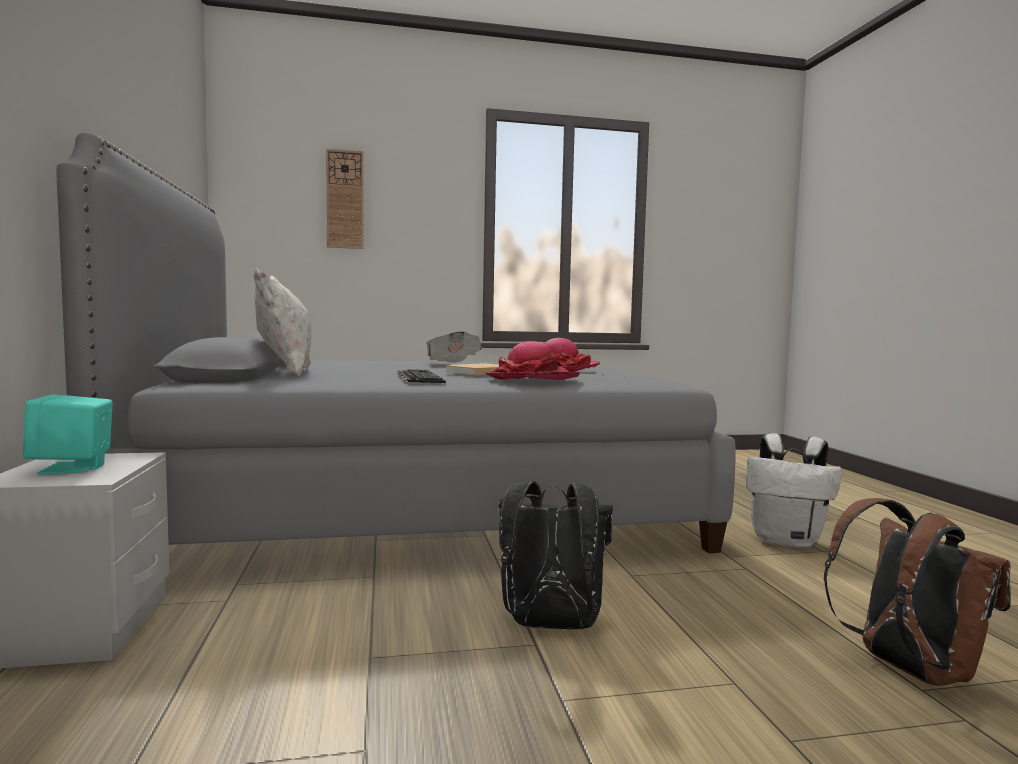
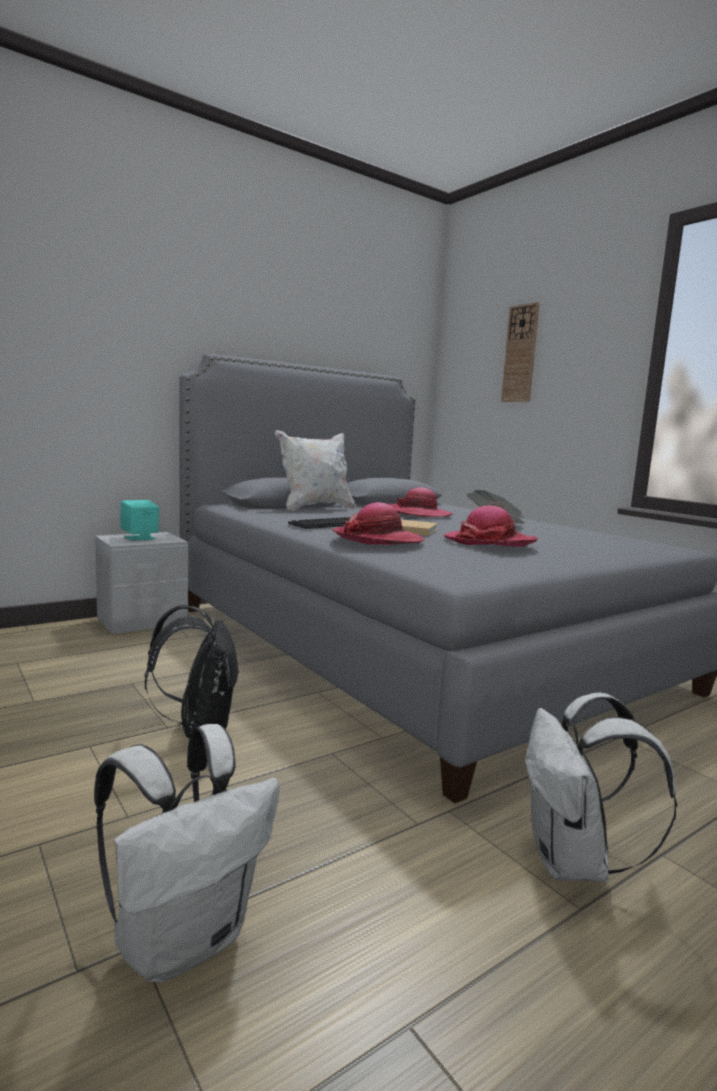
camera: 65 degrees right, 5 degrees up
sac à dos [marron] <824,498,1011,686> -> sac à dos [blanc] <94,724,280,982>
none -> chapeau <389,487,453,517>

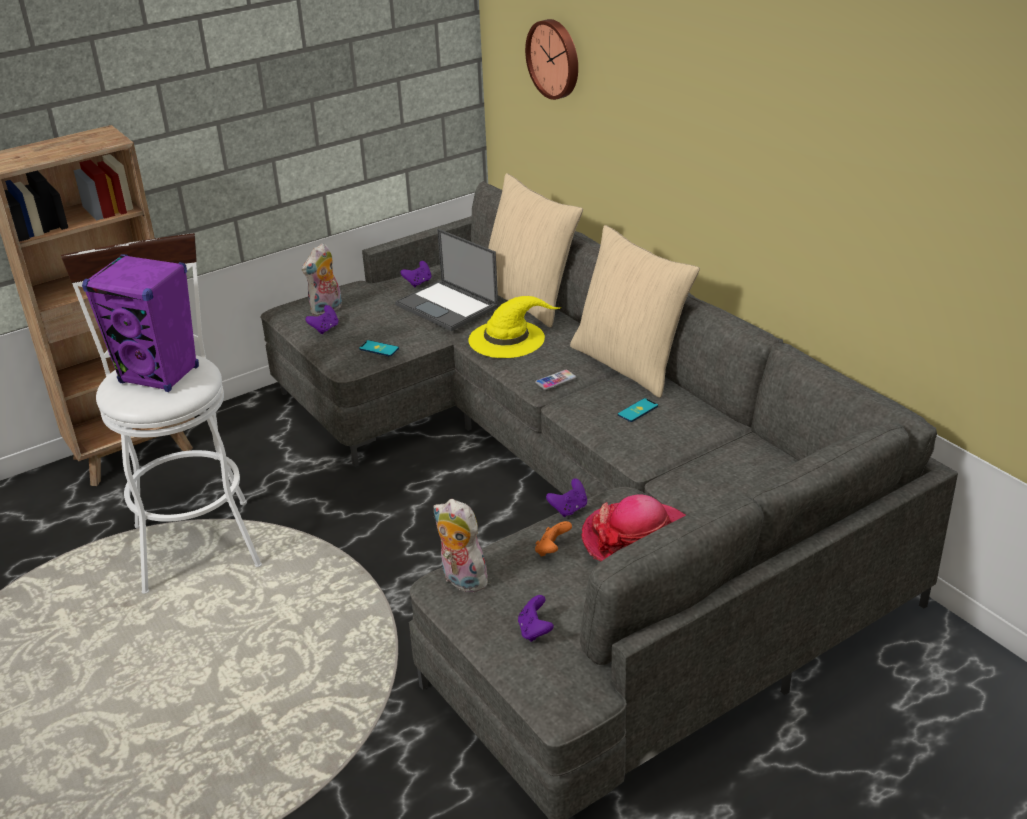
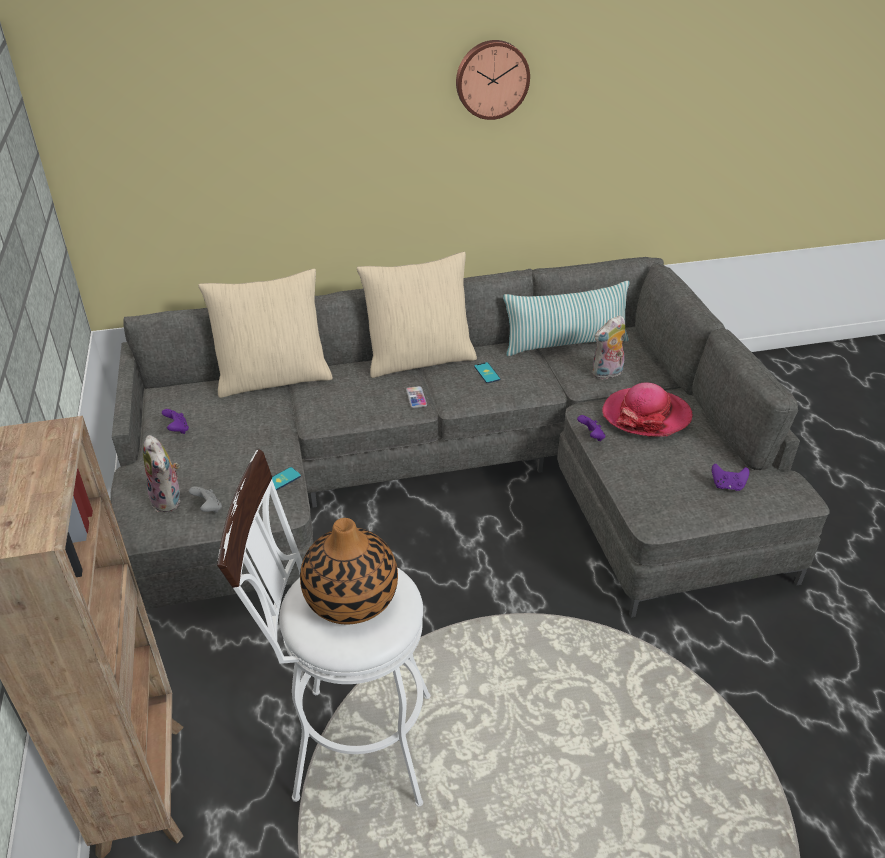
camera: 70 degrees left, 5 degrees up
enceinte [violet] <82,254,199,392> -> vase <300,518,398,624>
manette [violet] <305,305,338,334> -> manette [gris] <189,486,222,513>
ordinateur portable <395,229,498,331> -> none
peluche <433,499,490,592> -> peluche <592,315,626,379>, move
chapeau [jaune] <468,296,562,358> -> none
horloge murale <525,19,578,100> -> horloge murale <456,40,530,120>, move
manette [orange] <535,521,572,557> -> none
none -> coussin <503,281,629,356>

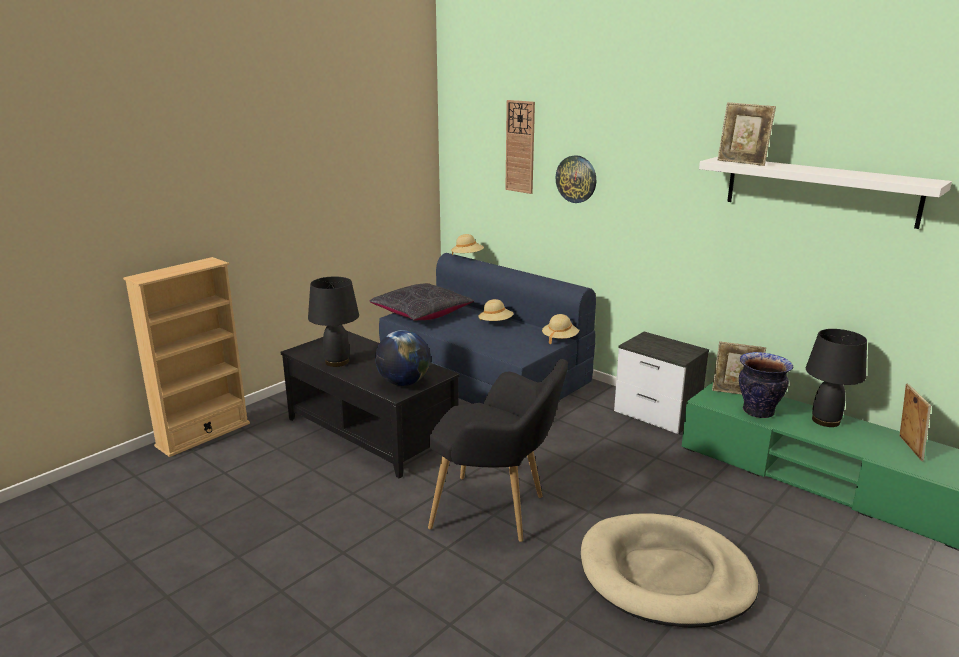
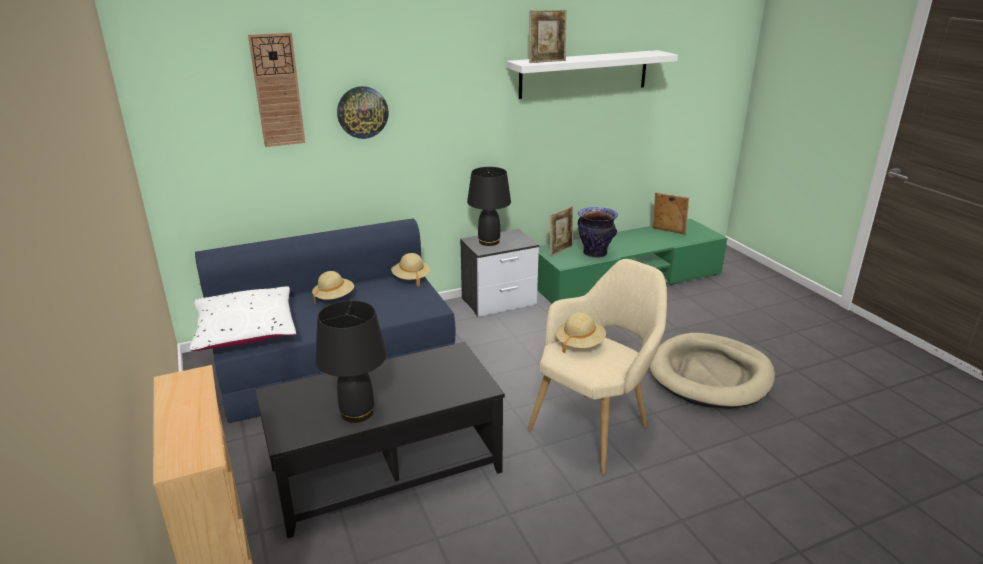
camera: 65 degrees left, 5 degrees up
coussin [noir] <370,283,474,321> -> coussin [blanc] <190,286,296,351>
globe <375,330,431,386> -> none
fauteuil [noir] <428,359,568,542> -> fauteuil [beige] <527,259,667,474>
chapeau [beige] <451,234,484,255> -> chapeau [beige] <556,312,606,354>, move
lampe de table [noir] <806,329,867,427> -> lampe de table [noir] <467,167,511,246>, move

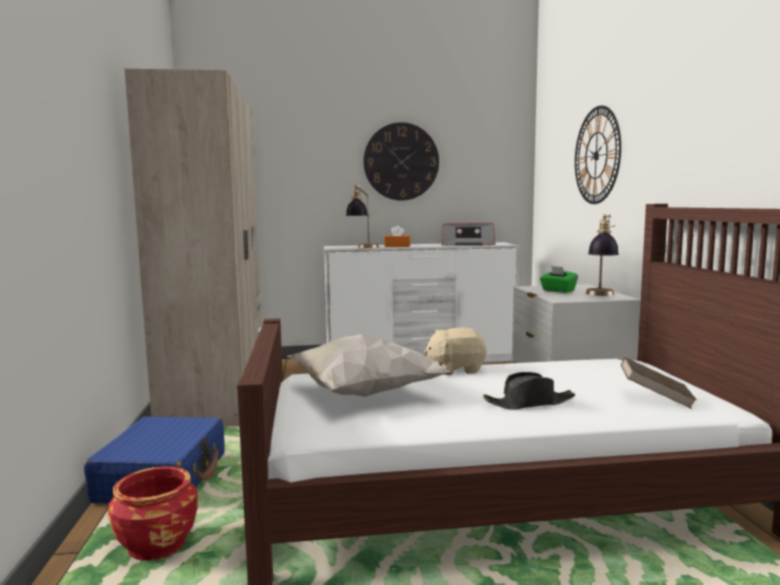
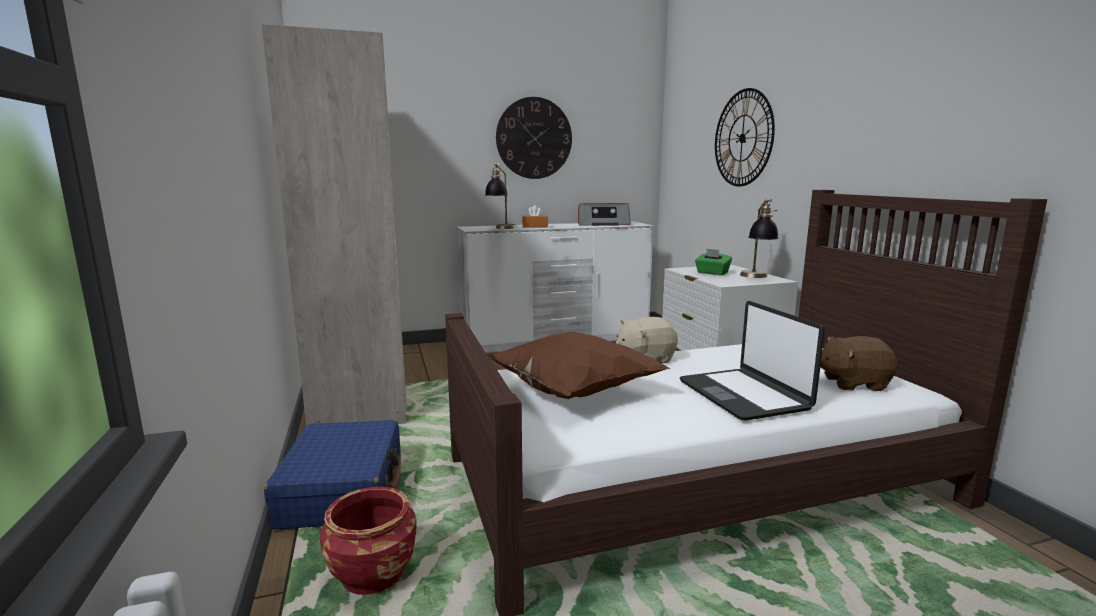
camera: 10 degrees left, 5 degrees up
coussin [blanc] <288,334,450,397> -> coussin [marron] <488,331,671,399>
chapeau [noir] <483,372,575,409> -> ordinateur portable <680,301,825,421>
livre [marron] <621,357,697,409> -> peluche [marron] <820,336,897,391>

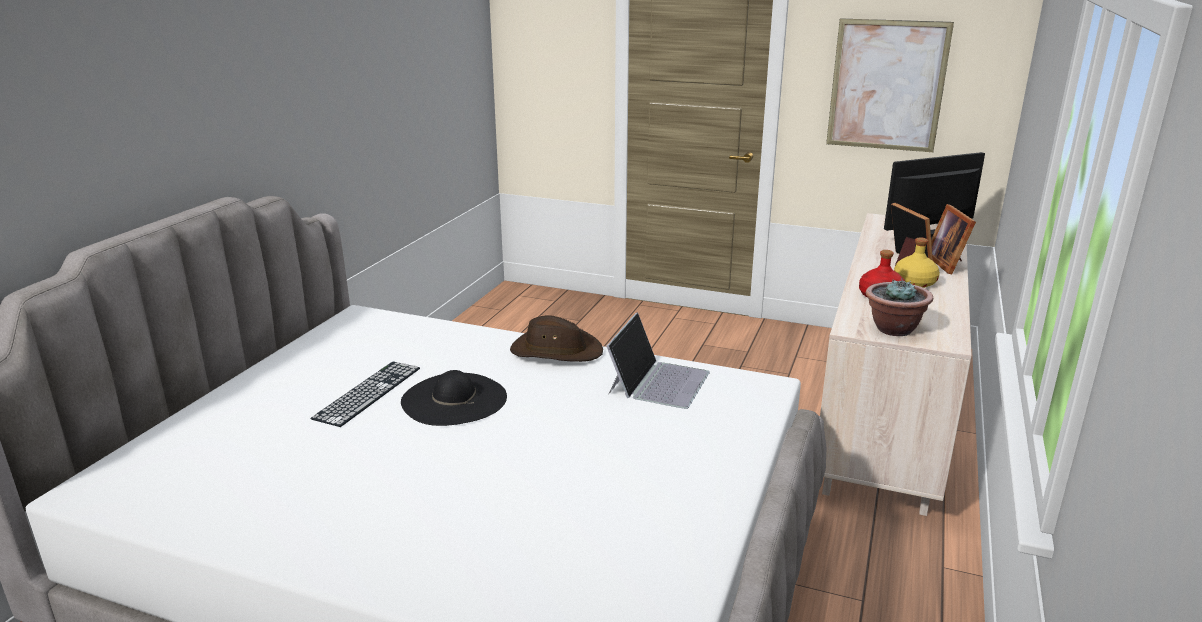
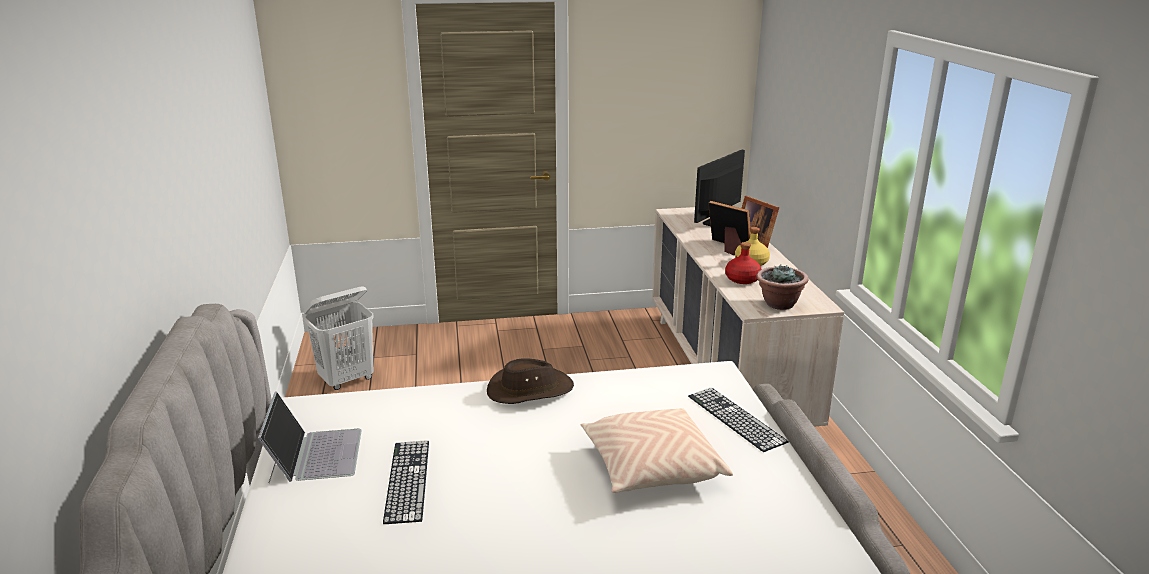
camera: 30 degrees left, 0 degrees up
chapeau [noir] <401,370,507,426> -> none
ordinateur portable <606,312,710,409> -> ordinateur portable <258,391,362,483>, move
tableau <826,18,954,152> -> none
none -> panier à linge [blanc] <303,286,374,390>
none -> coussin [beige] <580,408,733,493>
none -> clavier <688,388,789,452>

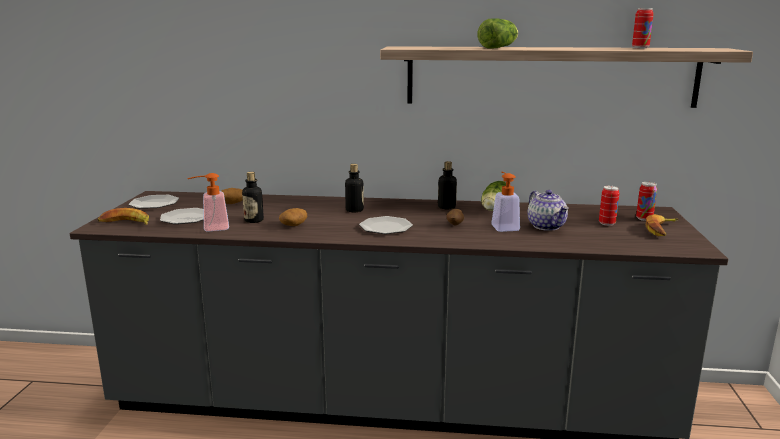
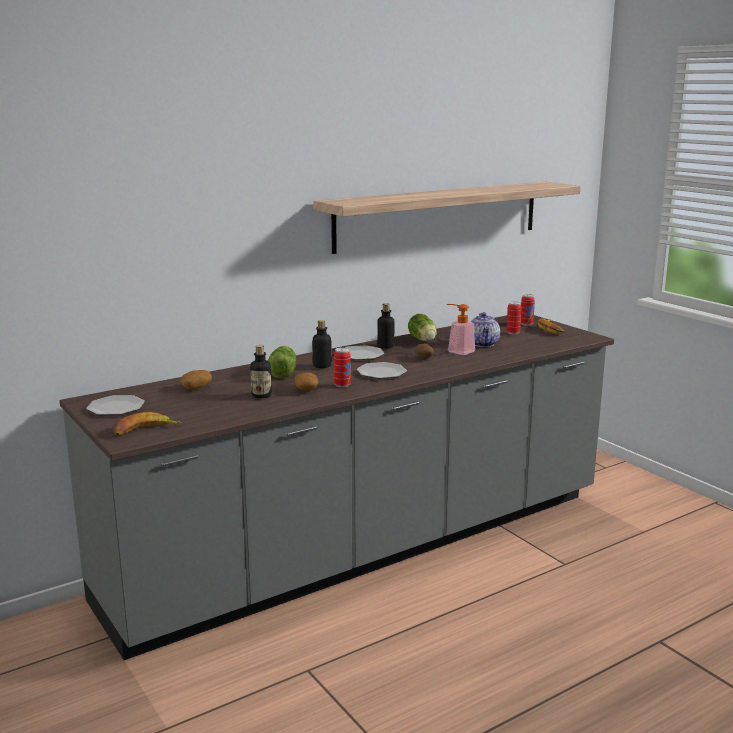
camera: 40 degrees left, 0 degrees up
assiette <160,208,204,224> -> assiette <345,345,384,360>, move
distributeur de savon <187,173,229,232> -> none
laitue <477,18,518,48> -> laitue <268,346,296,379>, move
théière <528,190,569,231> -> théière <470,312,500,347>, 60 degrees clockwise
boîte métallique <632,8,654,49> -> boîte métallique <334,347,351,388>, move

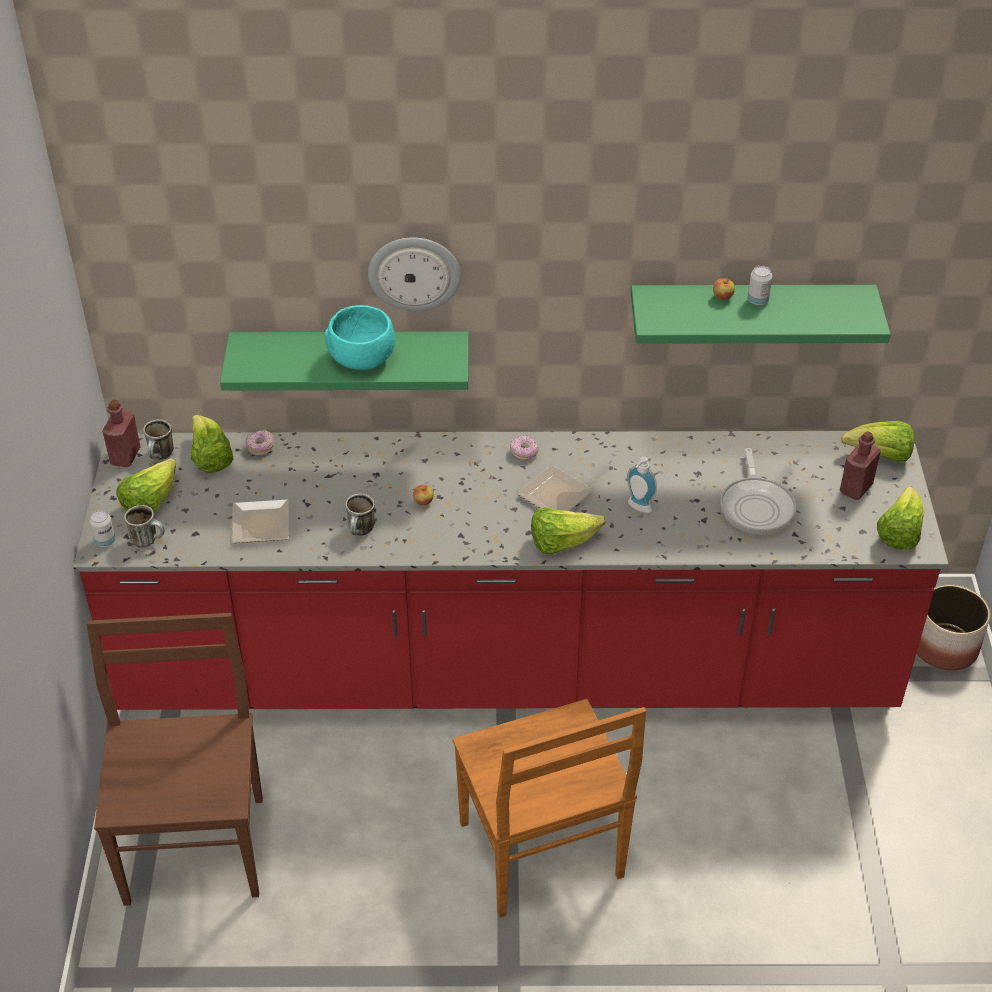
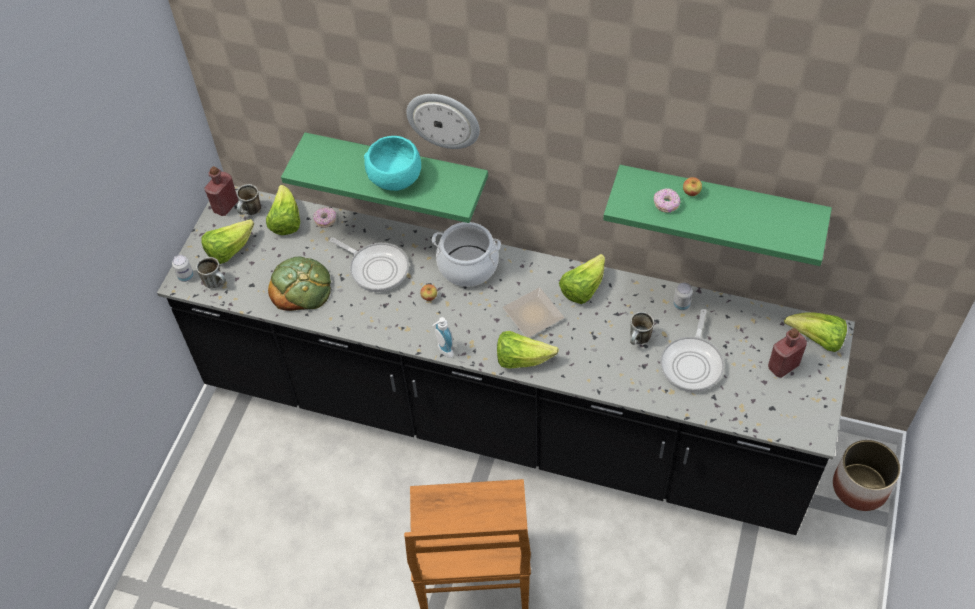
camera: 20 degrees right, 10 degrees up
comptoir de cuisine [rouge] <73,431,949,710> -> comptoir de cuisine [noir] <157,186,855,535>
chaise [marron] <86,613,263,906> -> none
assiette <232,499,289,543> -> pain <268,256,331,311>
mug <345,494,375,535> -> mug <630,312,654,345>, move
beignet <510,435,539,460> -> beignet <654,188,680,213>, move
distributeur de savon <627,457,657,513> -> distributeur de savon <432,317,454,358>, move
boîte métallique <747,266,772,306> -> boîte métallique <673,283,693,311>, move
laitue <877,486,923,550> -> laitue <559,254,605,304>, move
none -> poêle <330,238,409,292>
none -> marmite <432,222,501,287>

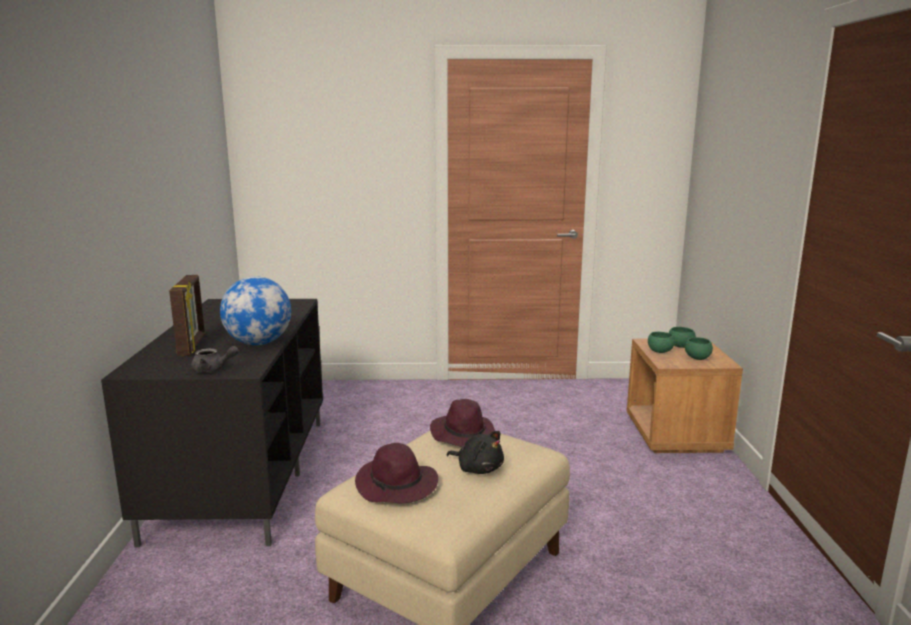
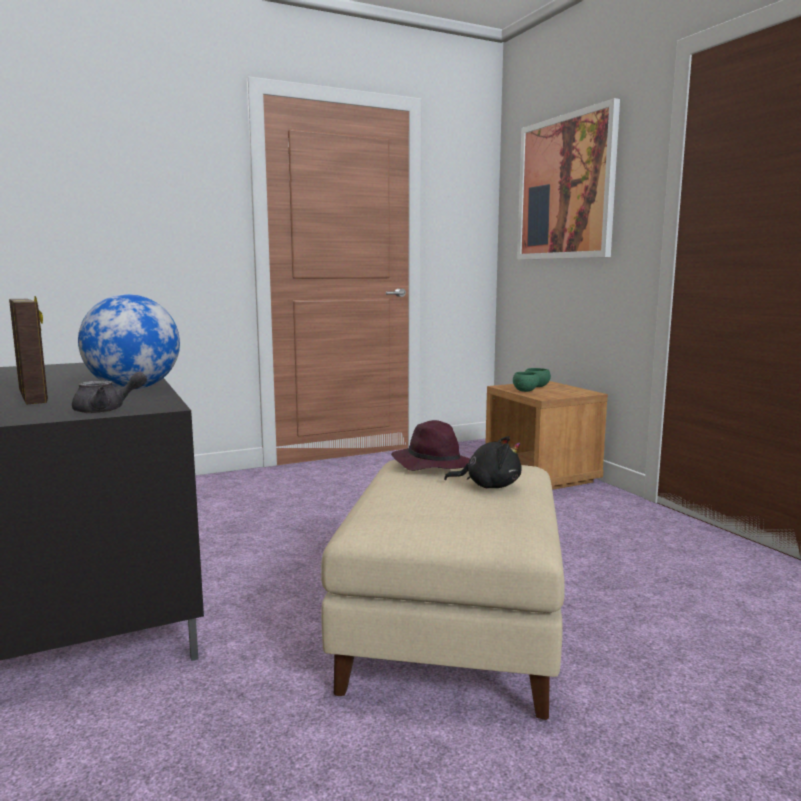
camera: 25 degrees left, 5 degrees down
chapeau [violet] <355,443,438,503> -> none
bol [vert] <685,337,713,360> -> none
none -> tableau <517,98,620,260>

